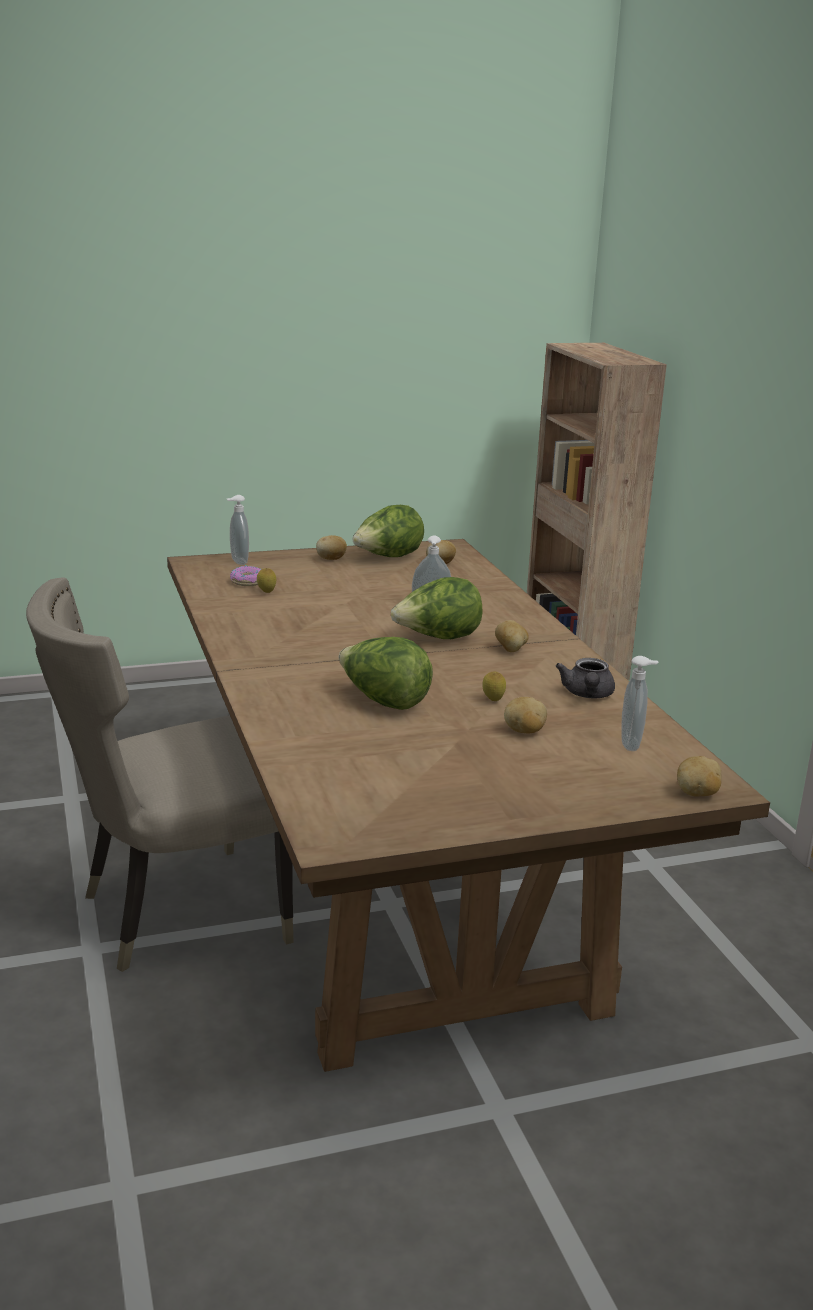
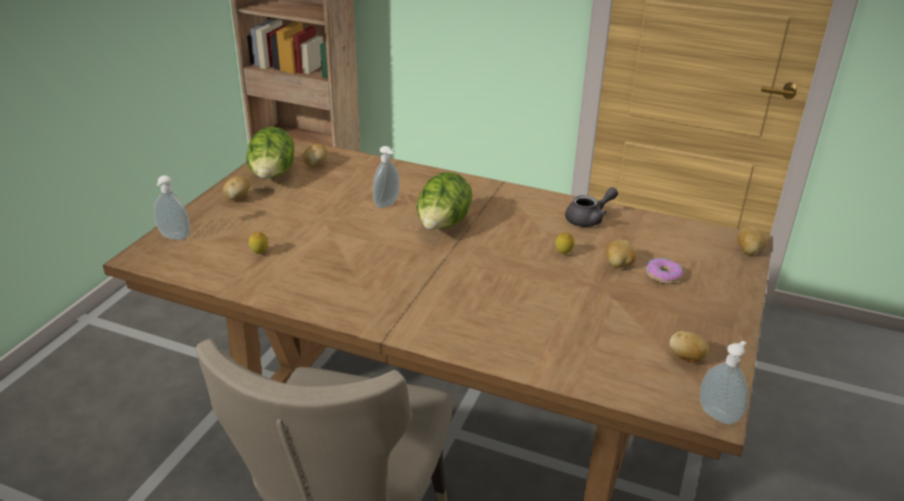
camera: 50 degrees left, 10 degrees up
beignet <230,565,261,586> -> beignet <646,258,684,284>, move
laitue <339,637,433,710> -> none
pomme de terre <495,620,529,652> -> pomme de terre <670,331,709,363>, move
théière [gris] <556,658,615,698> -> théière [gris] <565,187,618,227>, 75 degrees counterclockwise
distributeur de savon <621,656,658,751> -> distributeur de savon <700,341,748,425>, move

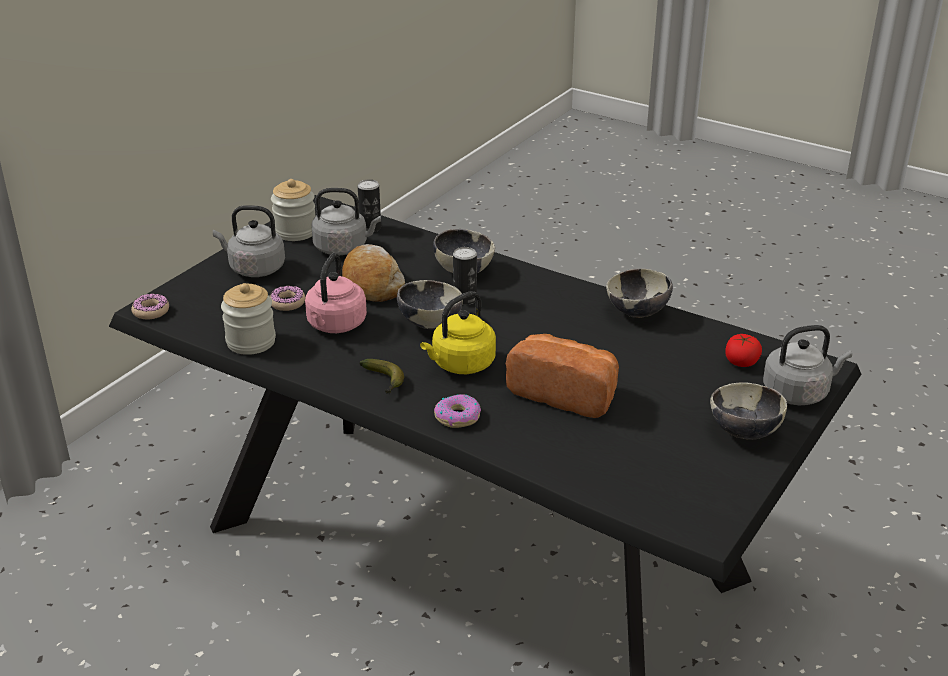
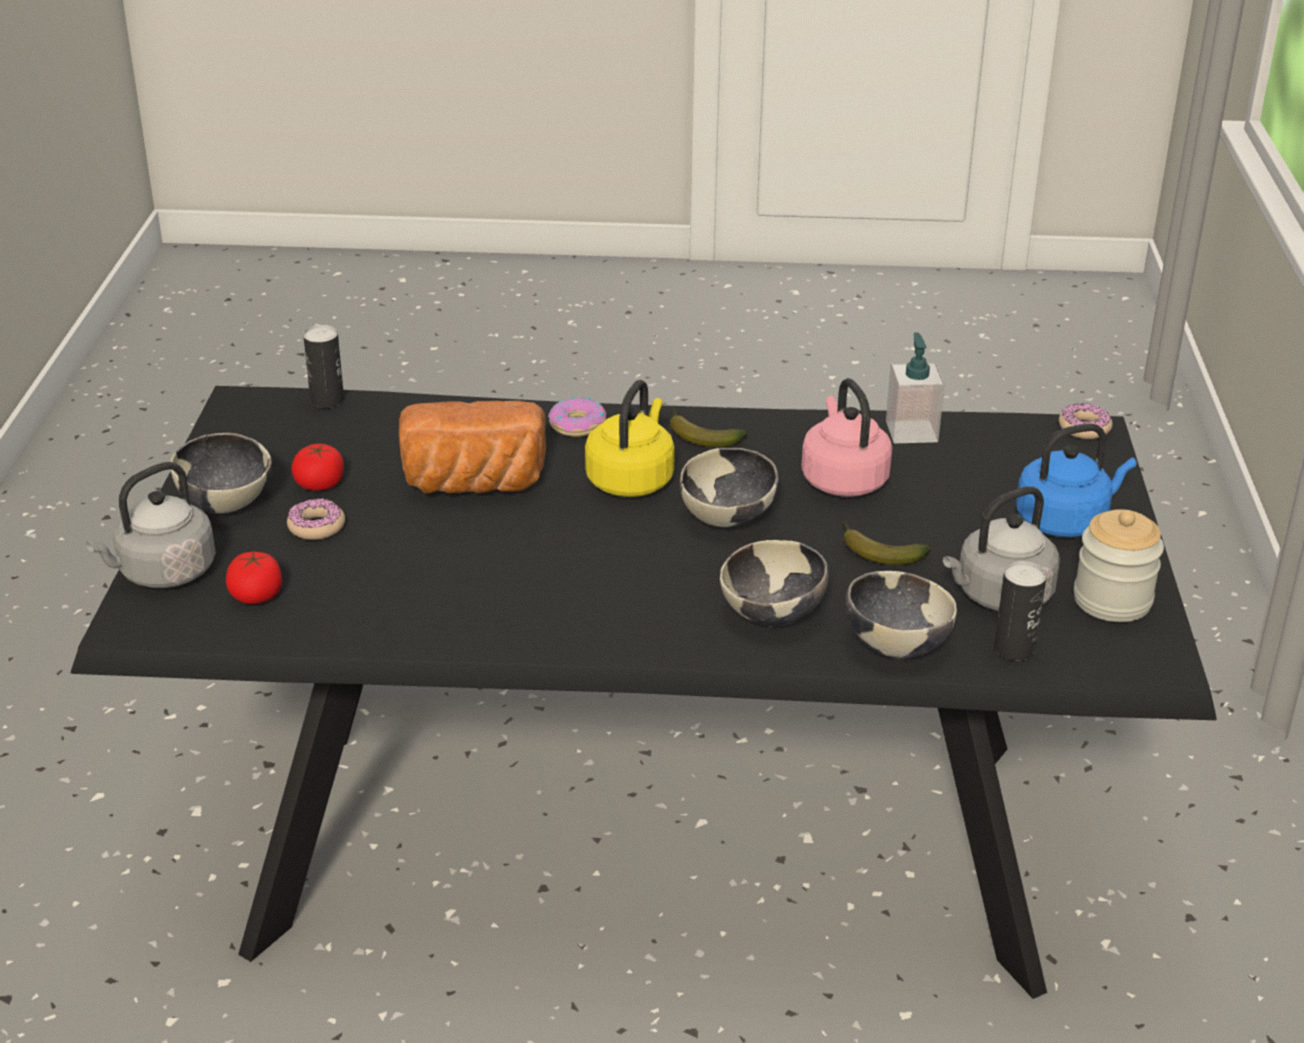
camera: 150 degrees right, 0 degrees up
bouilloire [gris] <213,205,285,277> -> bouilloire [bleu] <1016,423,1137,538>
bocal <221,283,276,355> -> distributeur de savon <886,332,945,443>
beignet <270,285,306,311> -> beignet <287,498,345,540>, move
pain <342,244,405,302> -> banane <842,519,931,565>
boîte métallique <453,247,477,305> -> boîte métallique <303,325,344,408>, move
bol <606,268,673,318> -> bol <845,571,957,659>, move
none -> tomate <291,444,344,491>

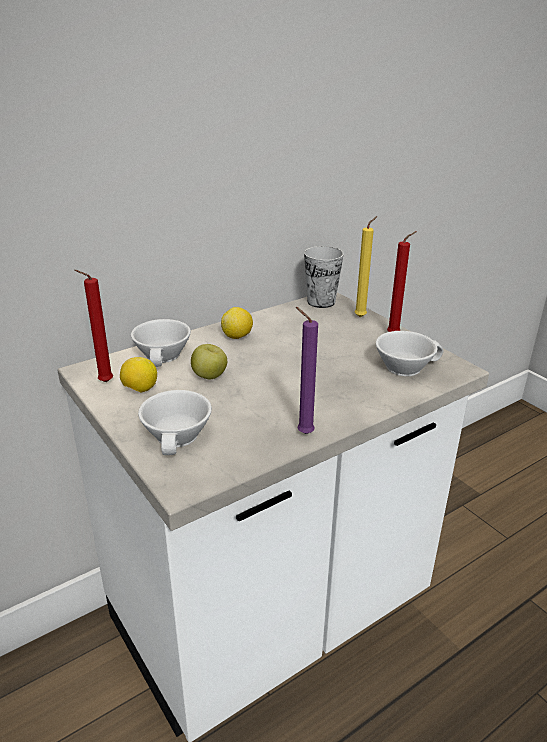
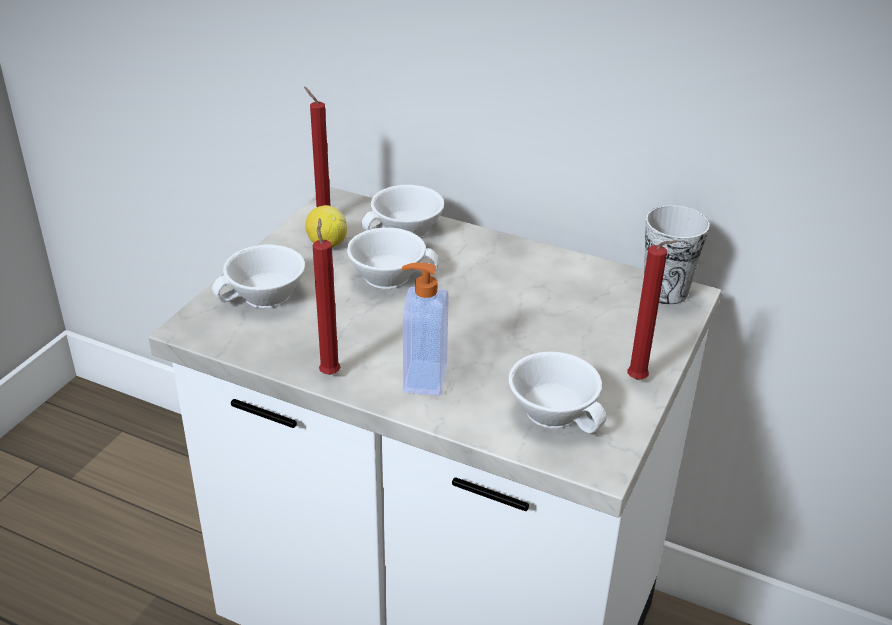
camera: 60 degrees right, 5 degrees up
pomme <191,344,227,379> -> tasse [blanc] <347,228,439,289>
citron <221,307,253,339> -> none
bougie [violet] <296,307,318,434> -> bougie [rouge] <313,218,341,375>
bougie [jaune] <354,216,377,317> -> none
none -> distributeur de savon <402,263,448,396>

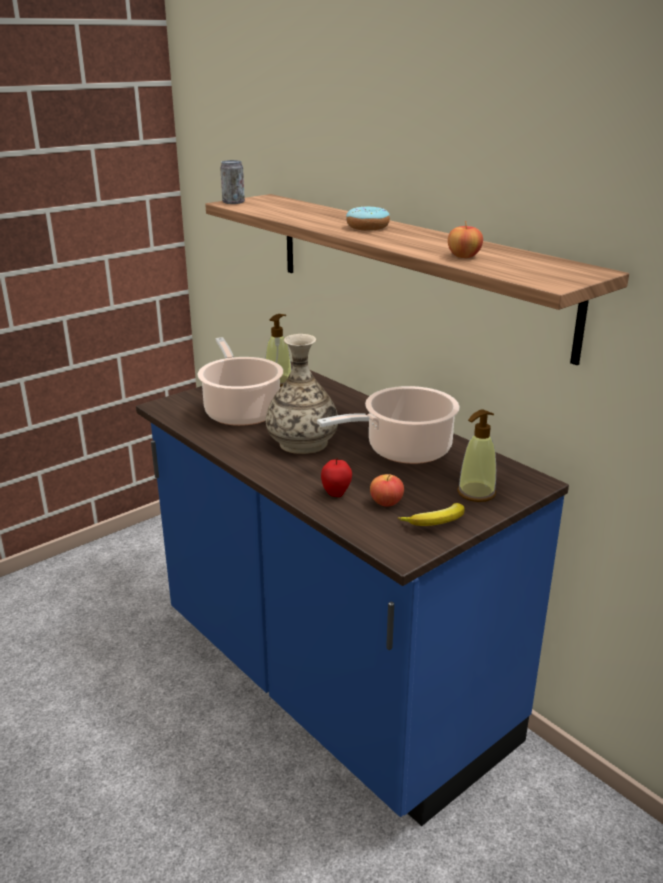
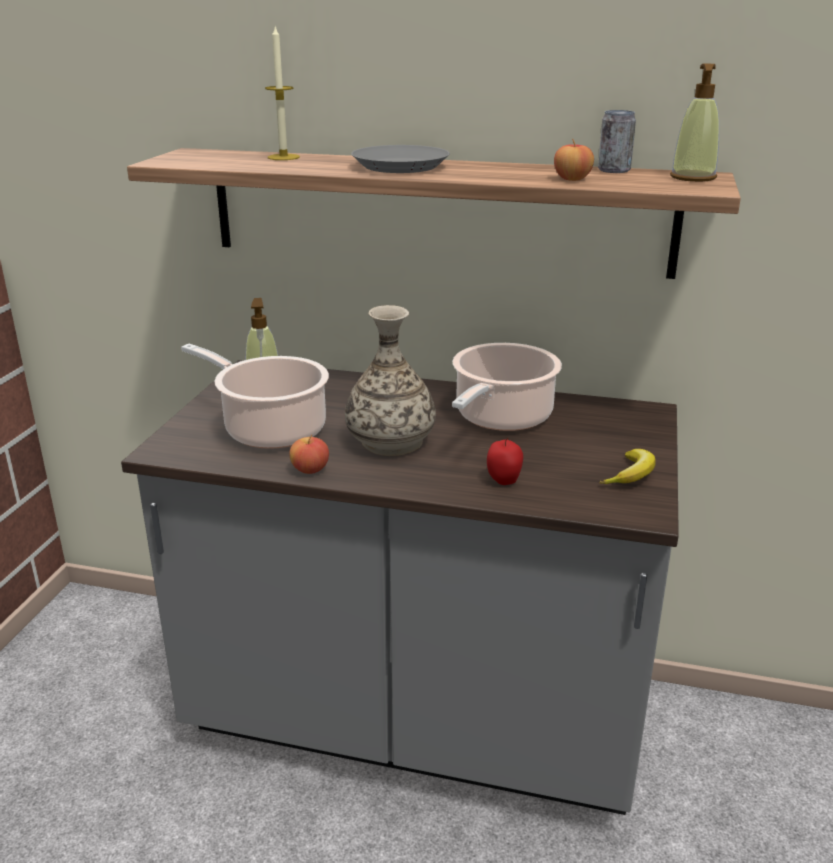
camera: 35 degrees left, 0 degrees up
comptoir de cuisine [bleu] <136,362,569,826> -> comptoir de cuisine [gris] <121,360,679,815>
boîte métallique <220,160,245,204> -> boîte métallique <598,110,636,173>, move
beignet <346,206,390,231> -> assiette [gris] <351,145,450,173>
pomme <370,474,404,507> -> pomme <289,435,329,474>, move
distributeur de savon <457,409,496,502> -> distributeur de savon <670,63,719,182>, move
none -> bougie <265,27,300,160>

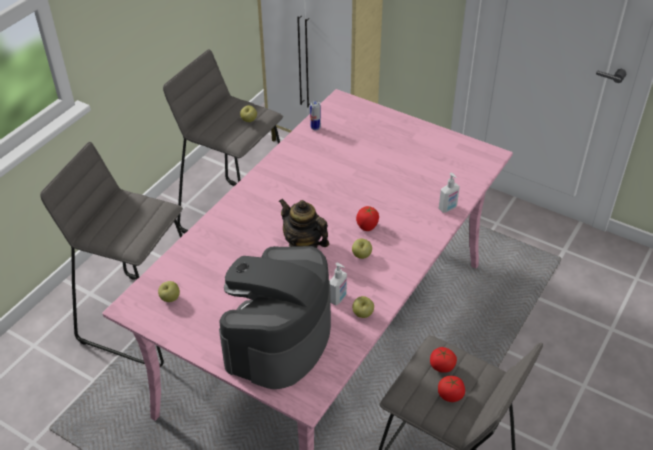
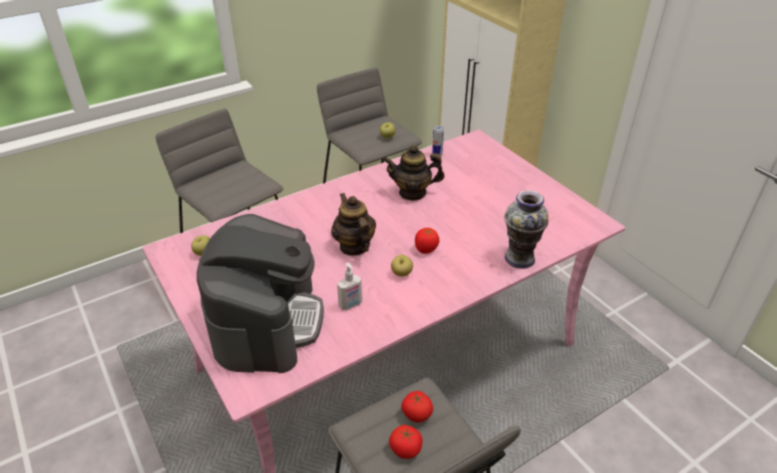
camera: 25 degrees right, 5 degrees down
machine à café <219,246,331,389> -> machine à café <197,214,324,373>, 135 degrees clockwise
pomme <352,296,374,318> -> none
distributeur de savon <439,173,460,213> -> vase <504,190,549,269>
none -> théière <383,145,444,201>

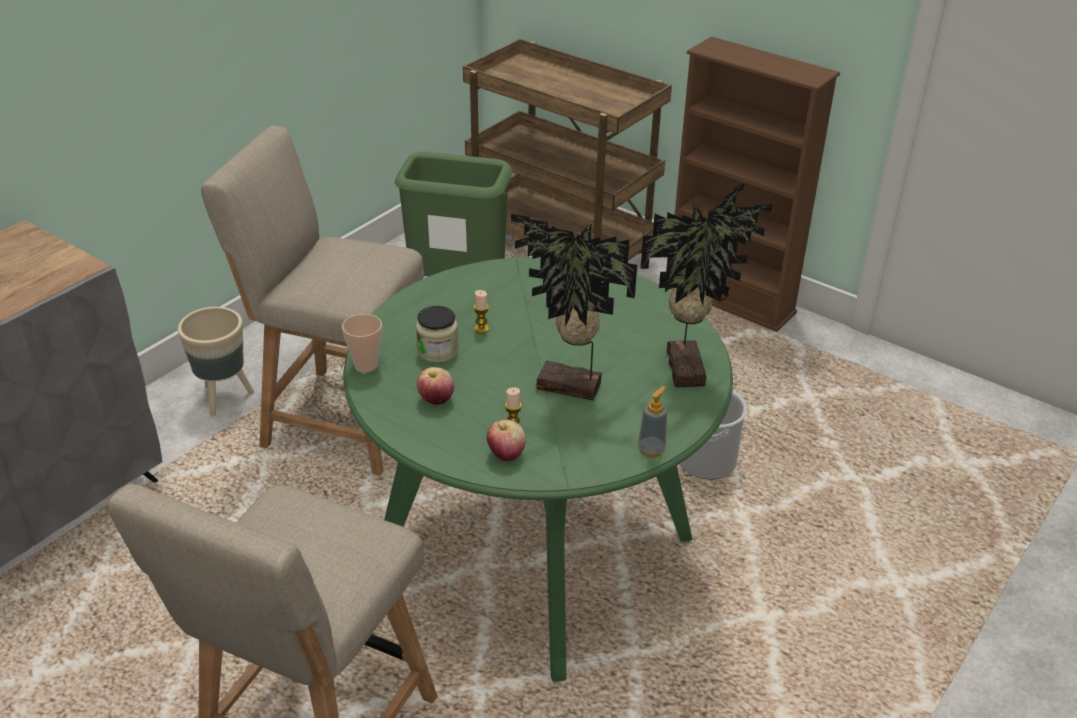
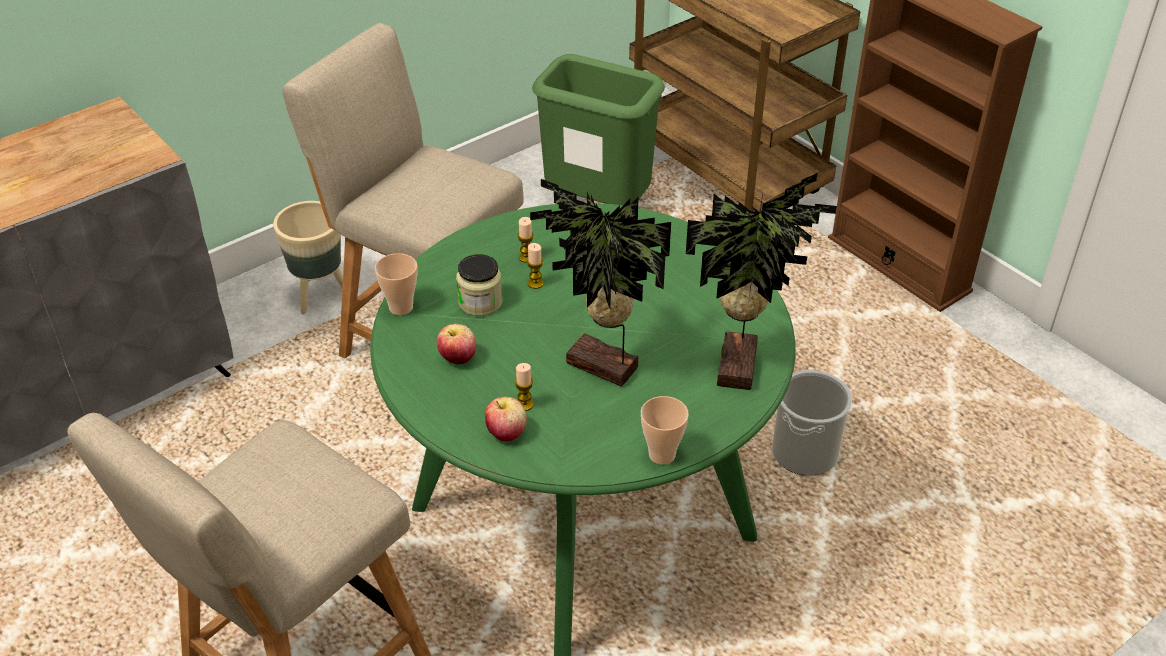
camera: 15 degrees right, 5 degrees up
distributeur de savon <638,386,667,457> -> tasse <641,396,689,465>
none -> bougie <518,217,534,263>

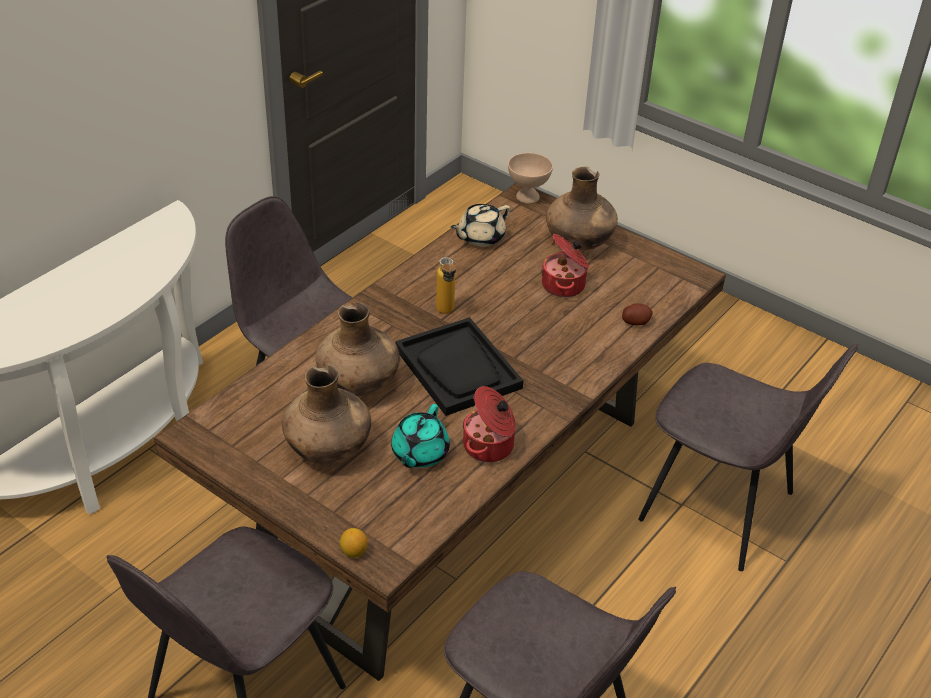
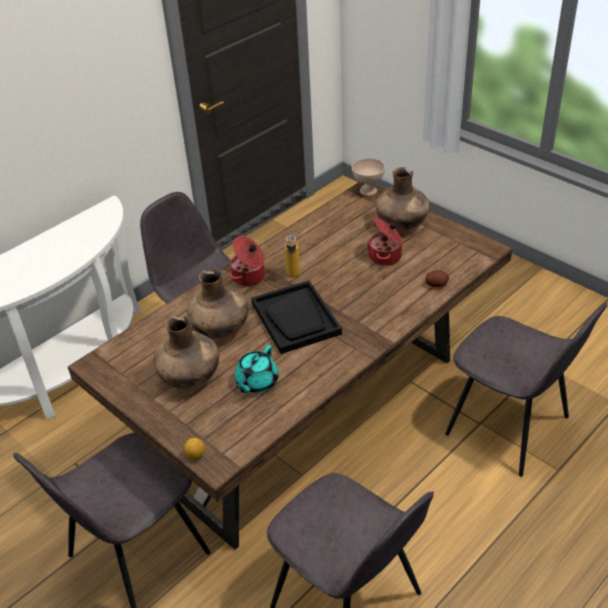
camera: 10 degrees right, 0 degrees up
théière [beige] <451,204,510,247> -> none
marmite <463,386,516,462> -> marmite <230,236,265,286>, move

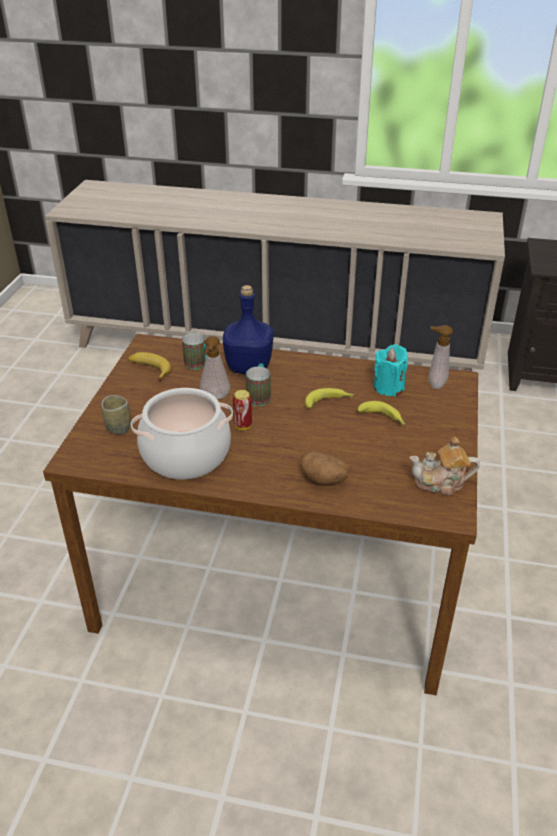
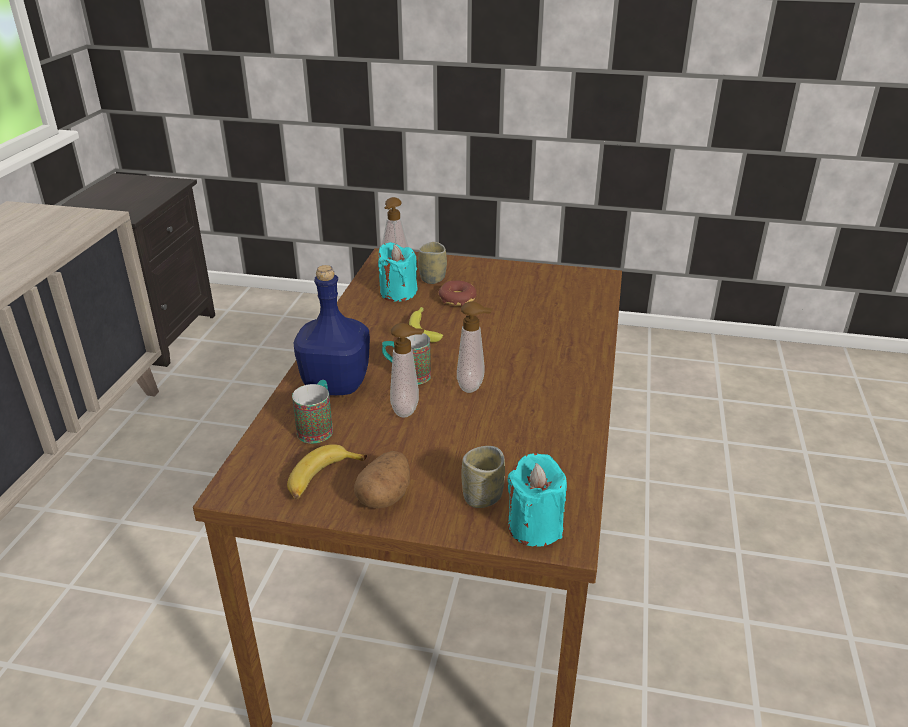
camera: 90 degrees left, 5 degrees down
marmite <131,388,233,480> -> none
boîte métallique <233,390,252,430> -> distributeur de savon <457,301,493,393>
pomme de terre <300,452,350,485> -> pomme de terre <354,451,410,508>, move
banane <358,401,405,425> -> beignet <439,281,477,306>
théière <409,437,480,495> -> none
none -> tasse <418,242,447,284>
none -> bougie [turquoise] <508,453,567,547>

